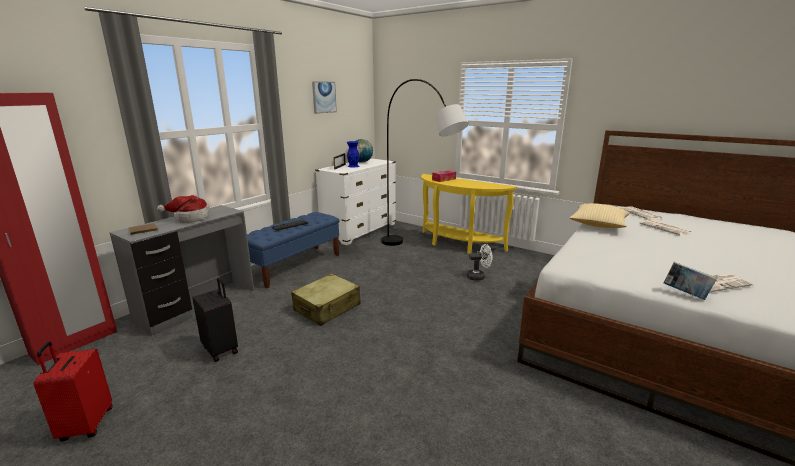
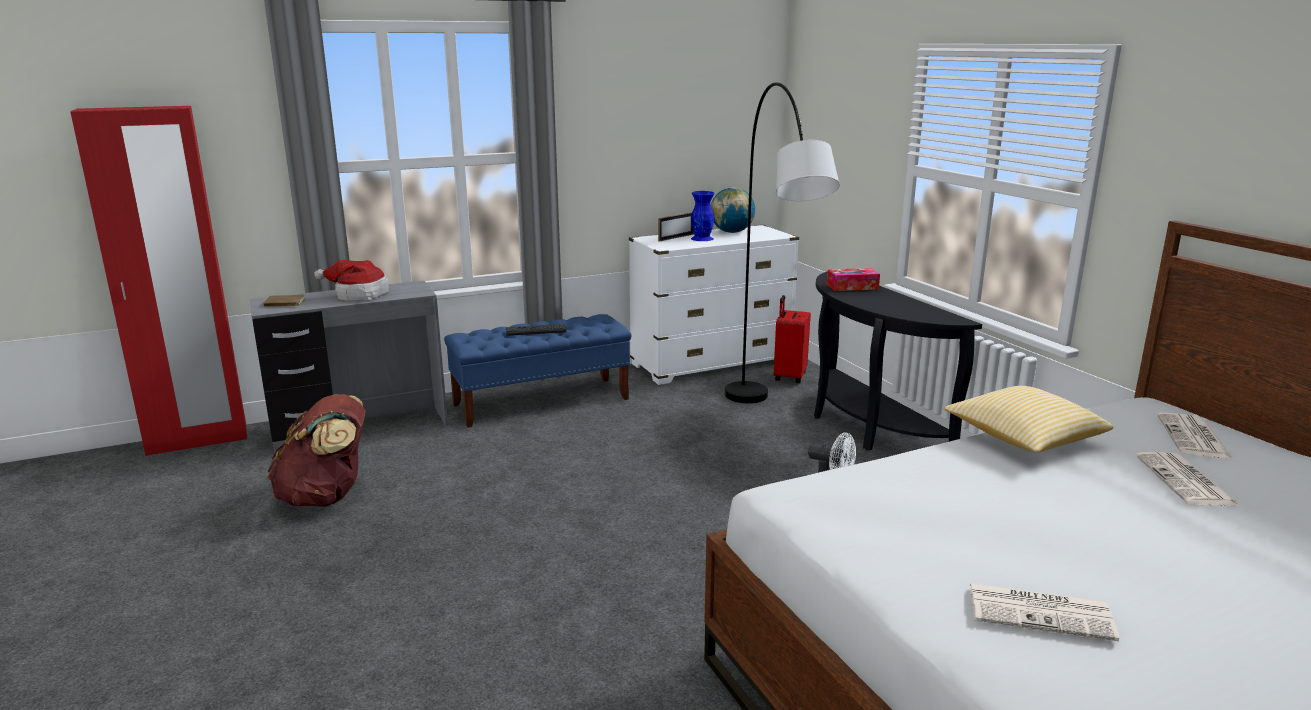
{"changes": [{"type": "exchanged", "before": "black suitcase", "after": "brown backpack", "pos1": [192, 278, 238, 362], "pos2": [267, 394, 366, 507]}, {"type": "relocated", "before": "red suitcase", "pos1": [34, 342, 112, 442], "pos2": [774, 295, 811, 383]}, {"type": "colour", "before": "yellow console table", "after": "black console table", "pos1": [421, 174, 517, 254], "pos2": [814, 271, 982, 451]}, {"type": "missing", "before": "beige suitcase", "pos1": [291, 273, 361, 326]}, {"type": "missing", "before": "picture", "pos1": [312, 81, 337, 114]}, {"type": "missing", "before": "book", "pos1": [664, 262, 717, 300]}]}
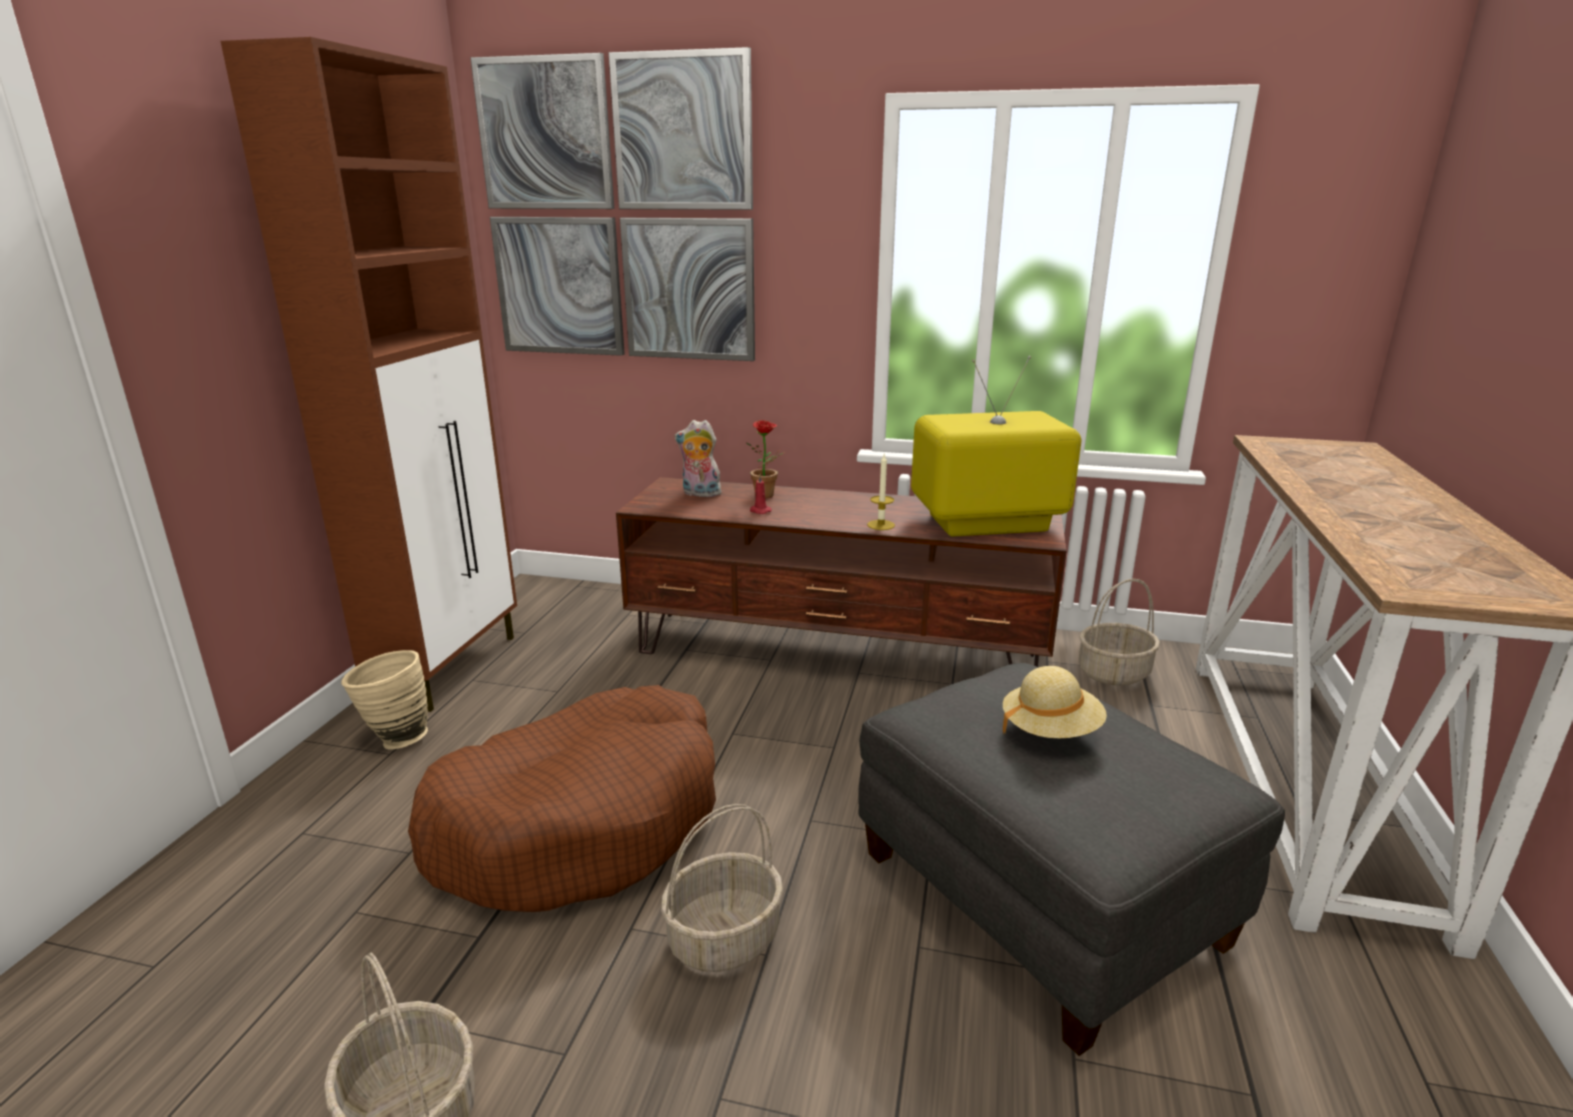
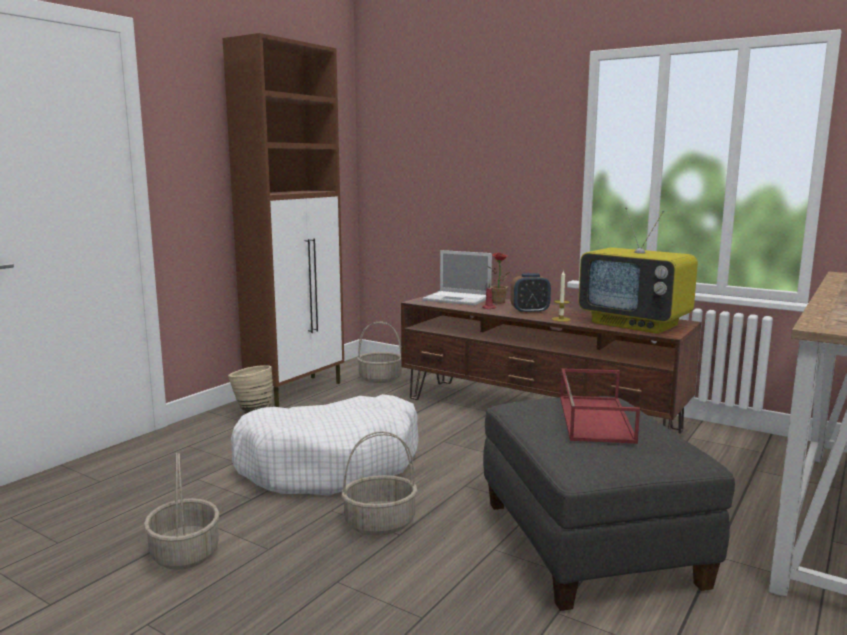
{"changes": [{"type": "colour", "before": "brown dog bed", "after": "white dog bed", "pos1": [408, 685, 716, 912], "pos2": [231, 394, 419, 495]}, {"type": "relocated", "before": "basket", "pos1": [1079, 579, 1160, 685], "pos2": [357, 322, 402, 383]}, {"type": "exchanged", "before": "plush toy", "after": "laptop", "pos1": [674, 420, 724, 497], "pos2": [422, 250, 492, 305]}, {"type": "appeared", "after": "alarm clock", "pos2": [510, 273, 551, 314]}, {"type": "exchanged", "before": "beige hat", "after": "red tray", "pos1": [1003, 666, 1107, 738], "pos2": [560, 368, 640, 444]}, {"type": "spun", "before": "television", "pos1": [911, 356, 1081, 537], "pos2": [578, 207, 698, 334], "turn": -150}, {"type": "missing", "before": "picture", "pos1": [470, 47, 755, 361]}]}
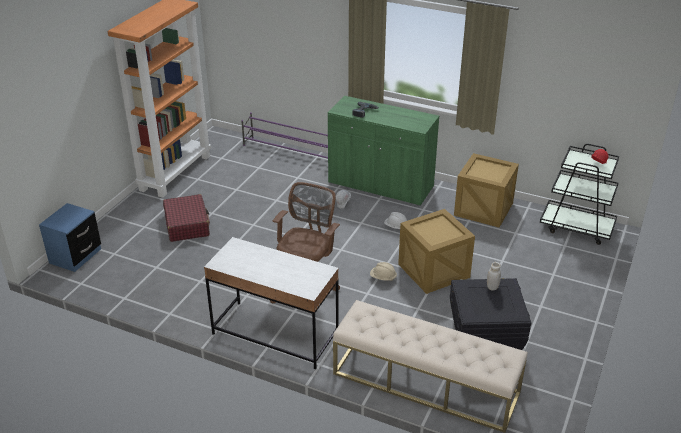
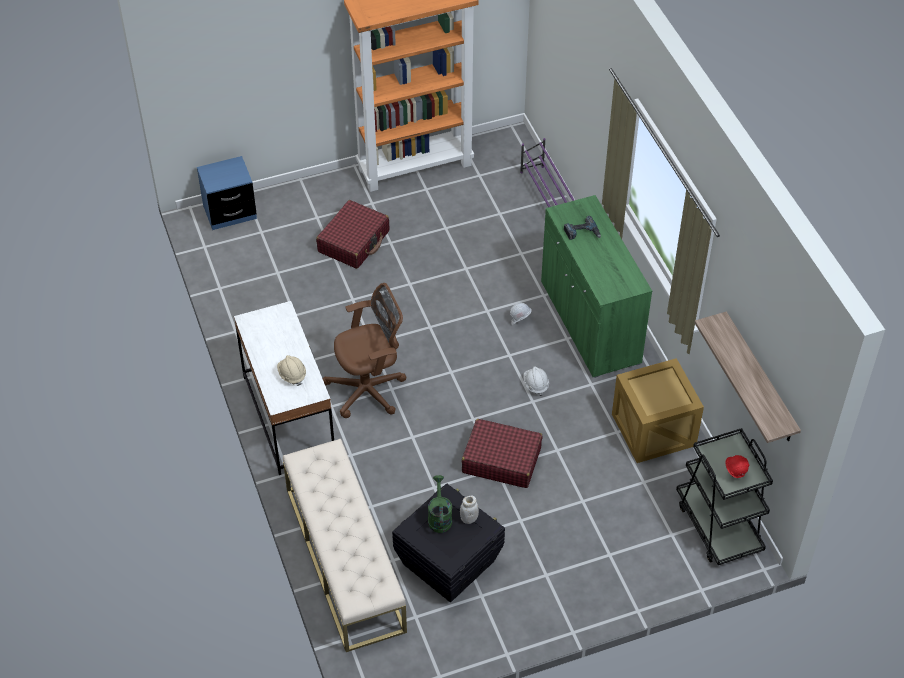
{"changes": [{"type": "relocated", "before": "beige hard hat", "pos1": [370, 262, 397, 281], "pos2": [277, 355, 306, 386]}, {"type": "appeared", "after": "green watering can", "pos2": [428, 475, 452, 533]}, {"type": "exchanged", "before": "crate", "after": "red suitcase", "pos1": [398, 209, 475, 294], "pos2": [462, 419, 543, 488]}, {"type": "appeared", "after": "shelf", "pos2": [695, 311, 801, 443]}]}
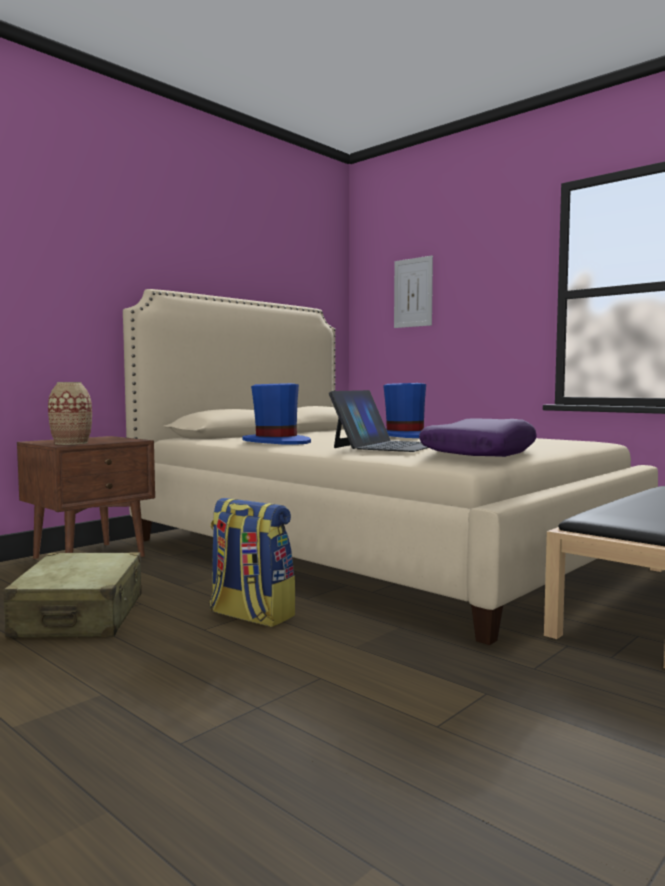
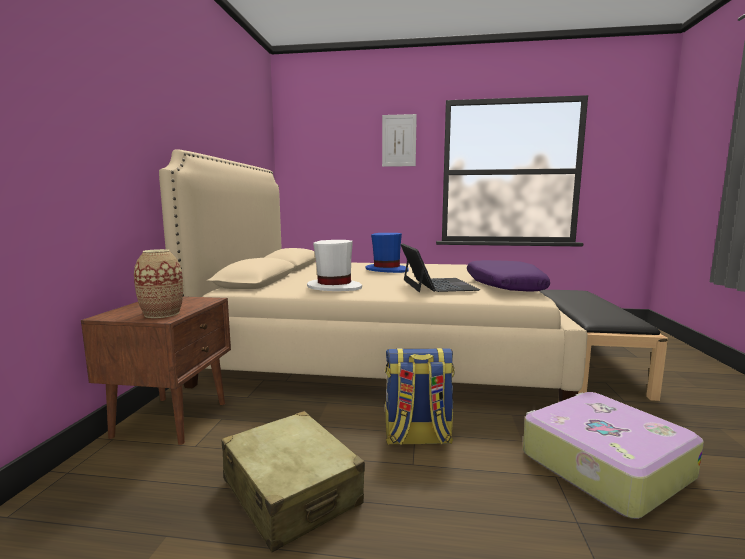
{"changes": [{"type": "colour", "before": "blue hat", "after": "white hat", "pos1": [243, 383, 311, 445], "pos2": [307, 240, 362, 291]}, {"type": "relocated", "before": "picture", "pos1": [394, 255, 433, 328], "pos2": [382, 114, 417, 167]}, {"type": "appeared", "after": "suitcase", "pos2": [523, 392, 704, 519]}]}
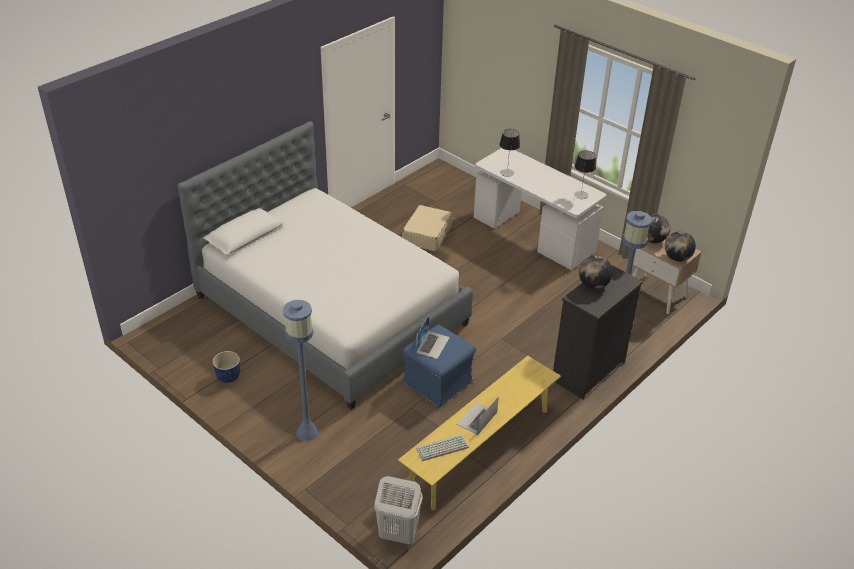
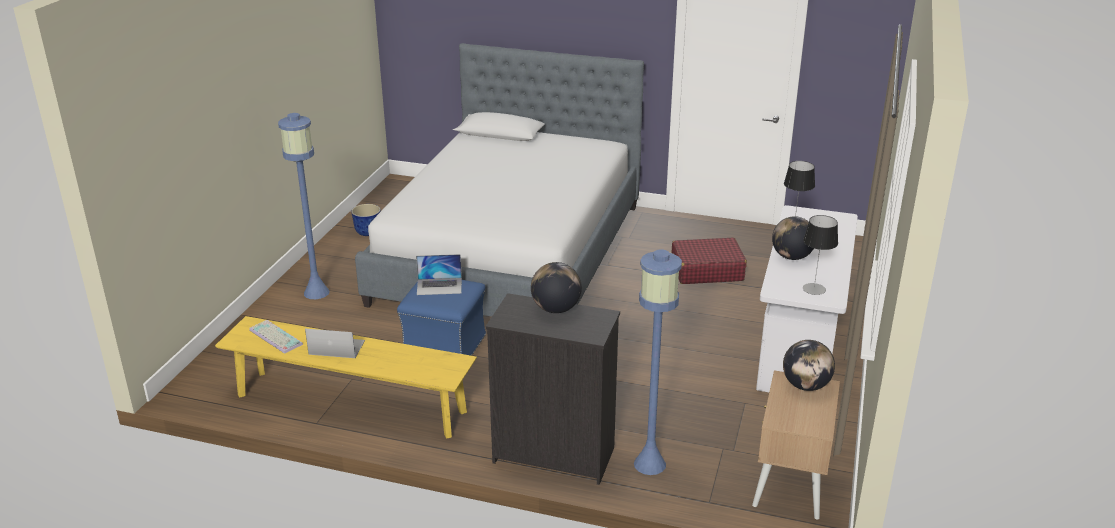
{"changes": [{"type": "colour", "before": "beige suitcase", "after": "red suitcase", "pos1": [402, 205, 453, 251], "pos2": [671, 237, 747, 284]}, {"type": "relocated", "before": "globe", "pos1": [665, 231, 696, 261], "pos2": [772, 216, 814, 260]}, {"type": "missing", "before": "white laundry basket", "pos1": [374, 476, 423, 545]}]}
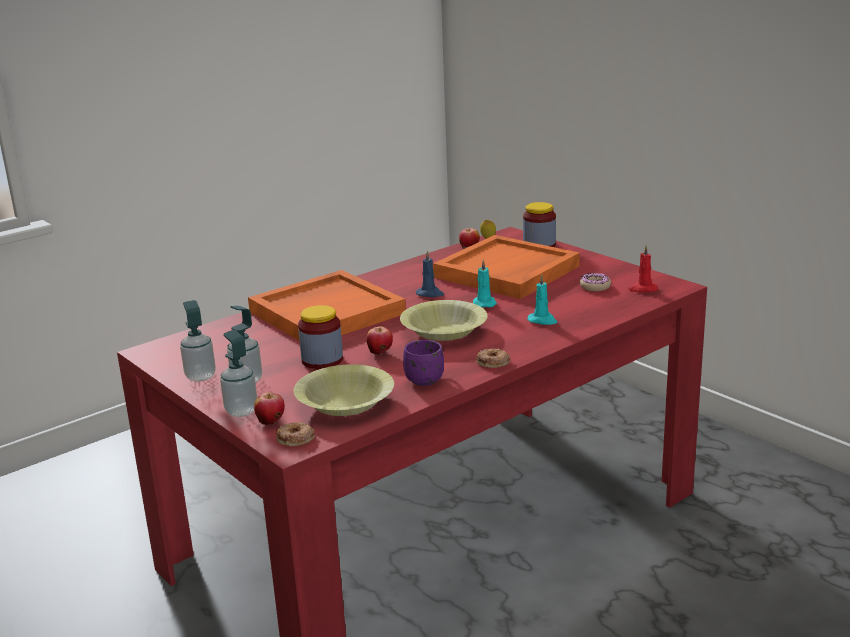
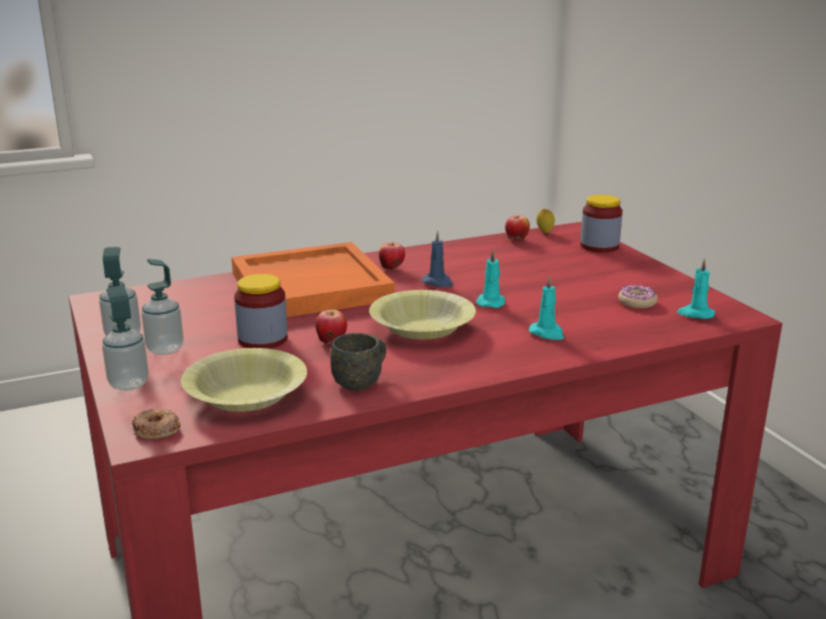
{"changes": [{"type": "colour", "before": "purple mug", "after": "grey mug", "pos1": [403, 340, 444, 386], "pos2": [330, 333, 386, 391]}, {"type": "relocated", "before": "apple", "pos1": [254, 392, 285, 425], "pos2": [379, 242, 405, 270]}, {"type": "colour", "before": "red candle", "after": "turquoise candle", "pos1": [628, 246, 658, 292], "pos2": [677, 258, 715, 319]}, {"type": "missing", "before": "orange tray", "pos1": [433, 235, 580, 299]}, {"type": "missing", "before": "donut", "pos1": [476, 348, 510, 368]}]}
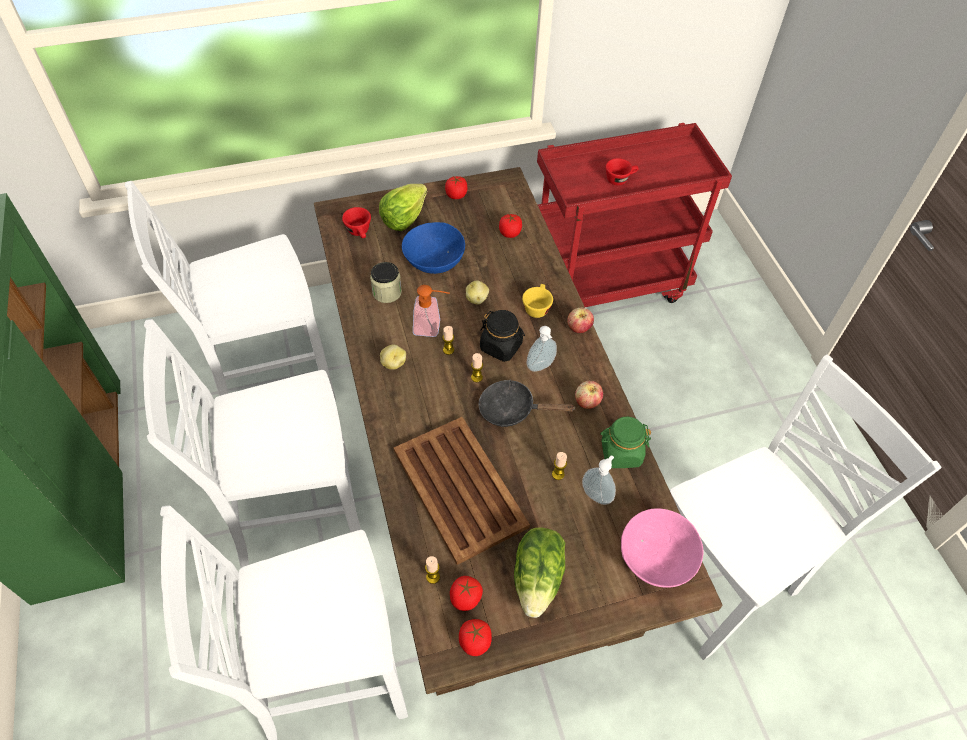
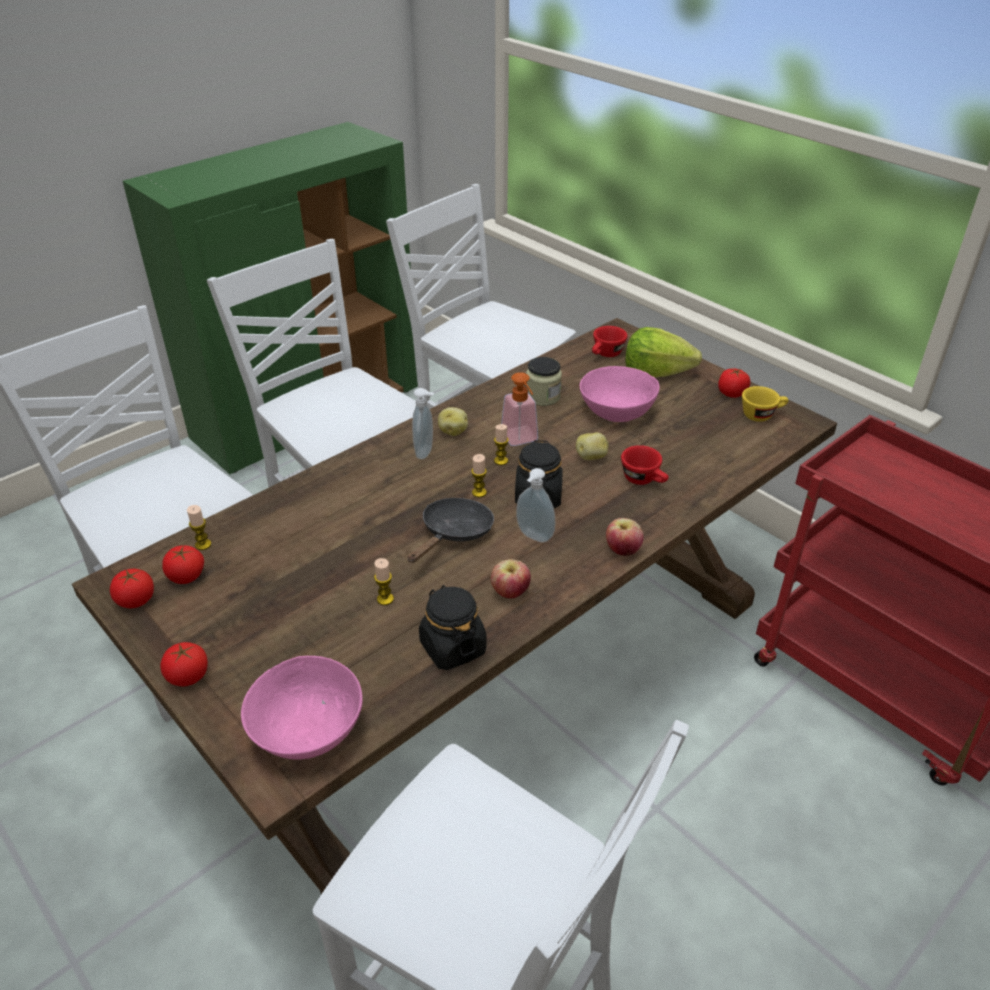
{"changes": [{"type": "relocated", "before": "tomato", "pos1": [499, 214, 522, 238], "pos2": [160, 642, 208, 686]}, {"type": "spun", "before": "black frying pan", "pos1": [478, 379, 574, 427], "pos2": [408, 498, 494, 563], "turn": 45}, {"type": "relocated", "before": "soap dispenser", "pos1": [582, 455, 616, 505], "pos2": [412, 388, 434, 459]}, {"type": "colour", "before": "green jar", "after": "black jar", "pos1": [600, 416, 651, 468], "pos2": [419, 585, 487, 670]}, {"type": "colour", "before": "blue bowl", "after": "pink bowl", "pos1": [402, 222, 465, 274], "pos2": [580, 366, 660, 422]}, {"type": "relocated", "before": "red cup", "pos1": [606, 158, 639, 185], "pos2": [621, 445, 669, 485]}, {"type": "relocated", "before": "yellow cup", "pos1": [522, 284, 553, 318], "pos2": [742, 386, 789, 422]}, {"type": "missing", "before": "brown tray", "pos1": [393, 417, 530, 565]}, {"type": "missing", "before": "lettuce", "pos1": [514, 528, 565, 618]}]}
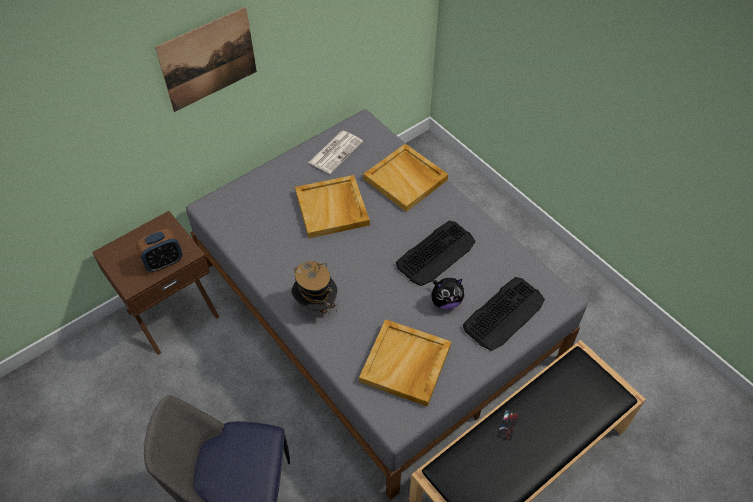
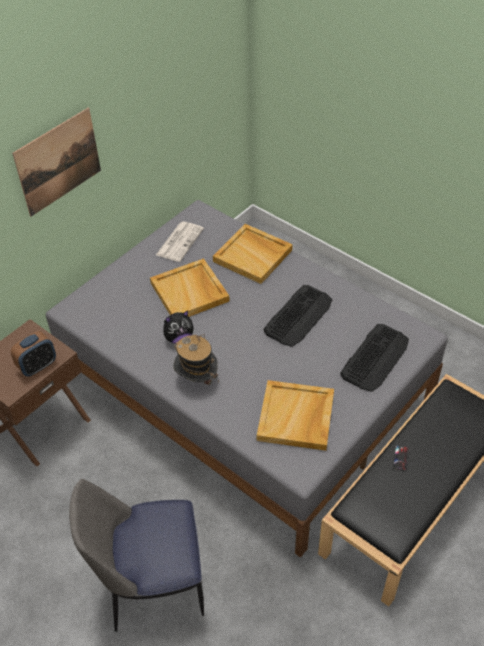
{"changes": [{"type": "relocated", "before": "plush toy", "pos1": [432, 278, 464, 310], "pos2": [163, 310, 194, 344]}]}
